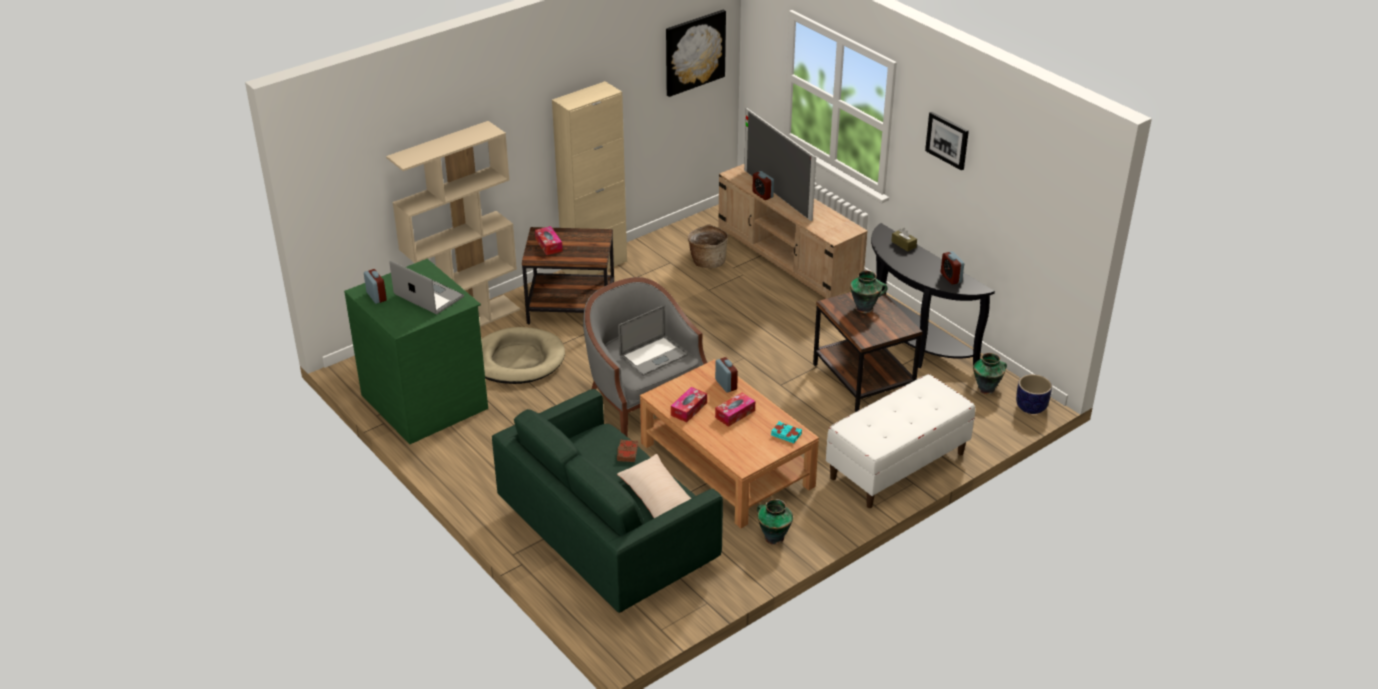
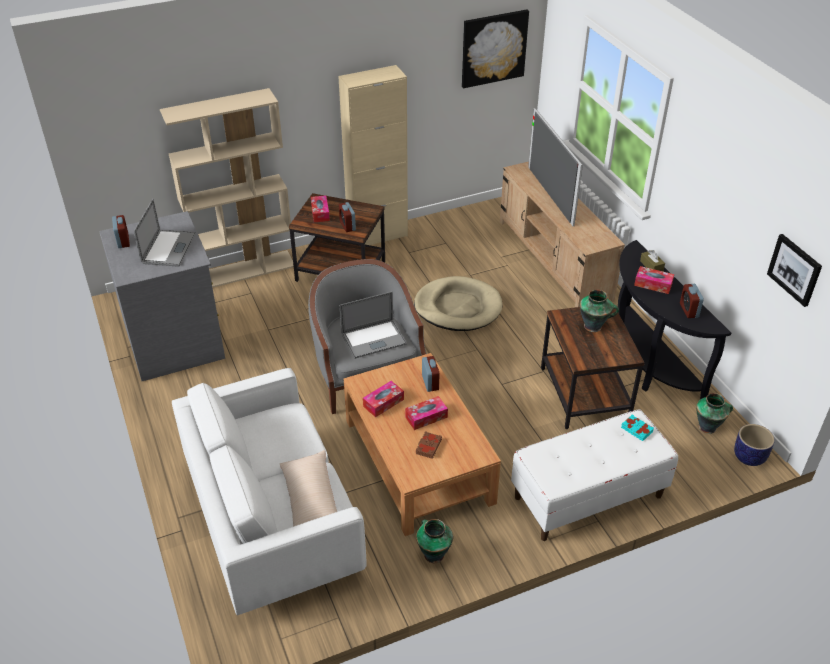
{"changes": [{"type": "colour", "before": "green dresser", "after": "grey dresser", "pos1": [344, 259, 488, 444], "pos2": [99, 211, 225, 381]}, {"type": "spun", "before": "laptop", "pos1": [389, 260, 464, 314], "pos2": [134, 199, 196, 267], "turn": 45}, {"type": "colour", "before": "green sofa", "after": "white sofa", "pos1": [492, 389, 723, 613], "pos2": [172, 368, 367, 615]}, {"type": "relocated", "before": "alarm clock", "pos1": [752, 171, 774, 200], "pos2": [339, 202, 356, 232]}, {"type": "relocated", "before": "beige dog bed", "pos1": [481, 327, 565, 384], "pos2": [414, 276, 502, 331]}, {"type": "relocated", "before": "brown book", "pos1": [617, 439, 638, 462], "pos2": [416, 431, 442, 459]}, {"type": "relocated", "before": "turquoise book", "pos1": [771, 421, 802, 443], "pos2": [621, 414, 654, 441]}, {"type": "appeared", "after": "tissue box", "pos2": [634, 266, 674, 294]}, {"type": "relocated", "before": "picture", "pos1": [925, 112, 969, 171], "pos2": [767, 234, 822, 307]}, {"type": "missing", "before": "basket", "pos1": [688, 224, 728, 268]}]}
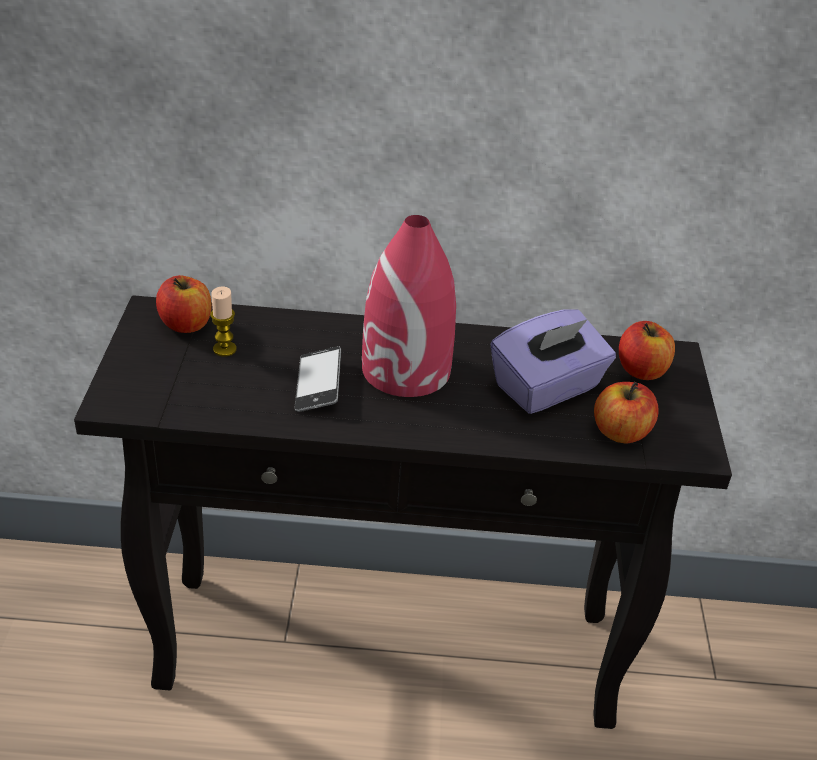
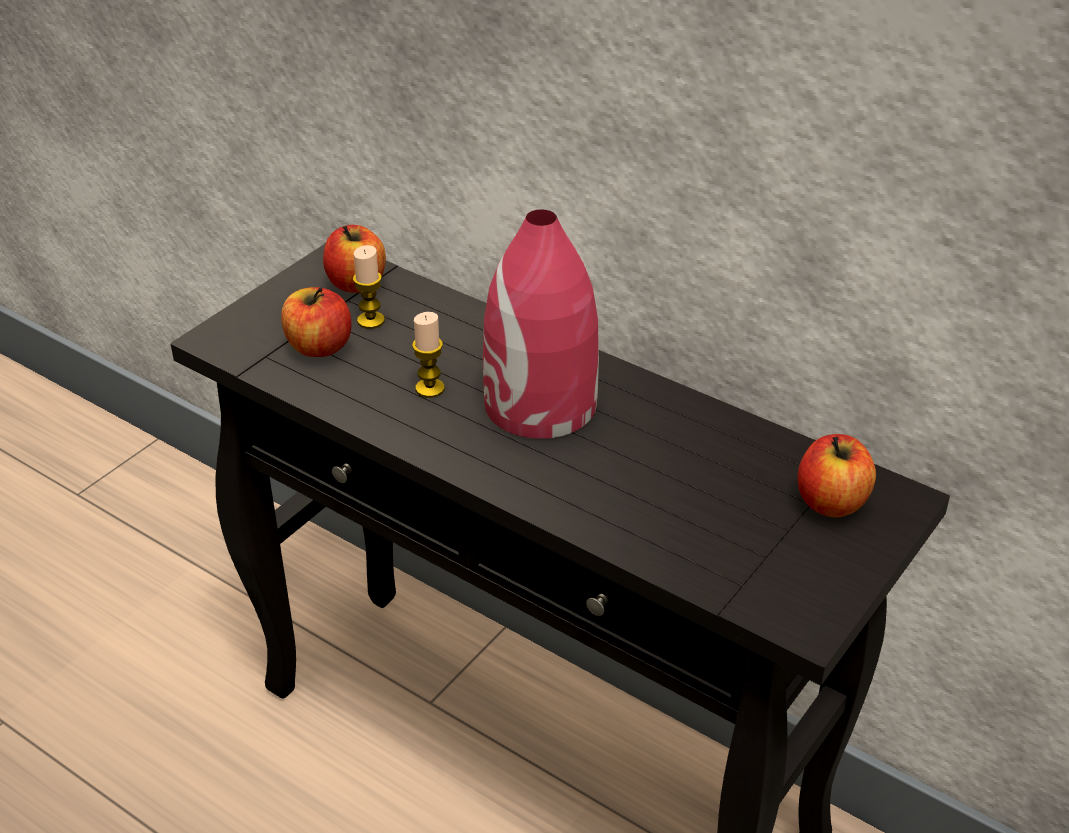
{"changes": [{"type": "relocated", "before": "apple", "pos1": [594, 382, 658, 444], "pos2": [281, 287, 352, 357]}, {"type": "exchanged", "before": "phone", "after": "candle", "pos1": [294, 346, 341, 412], "pos2": [412, 312, 445, 398]}, {"type": "missing", "before": "purple tissue box", "pos1": [490, 309, 616, 414]}]}
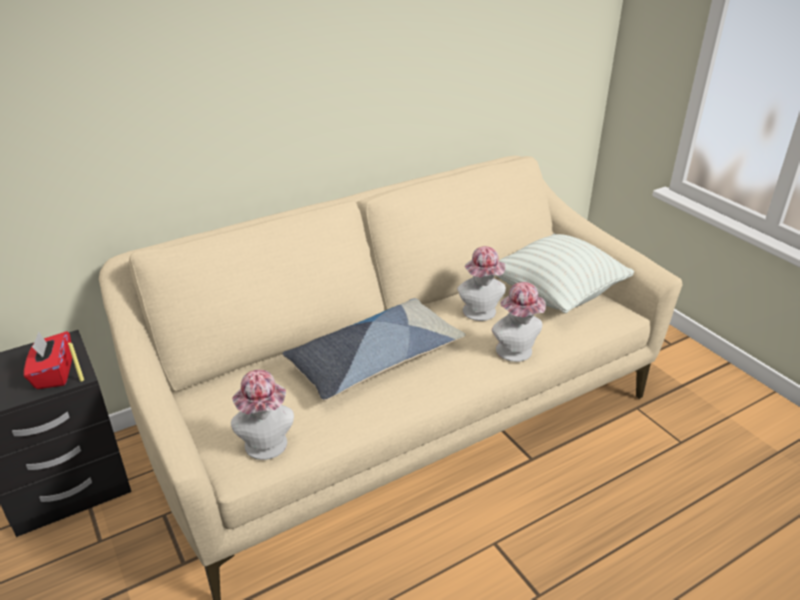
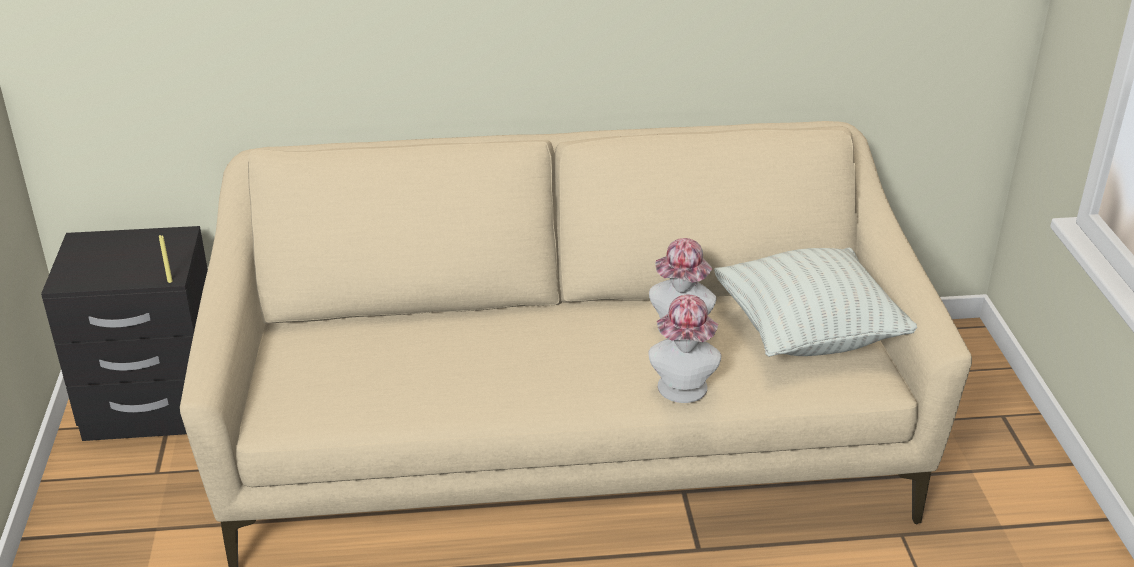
{"changes": [{"type": "missing", "before": "red tissue box", "pos1": [24, 331, 72, 389]}, {"type": "missing", "before": "hat", "pos1": [231, 369, 294, 460]}, {"type": "missing", "before": "pillow", "pos1": [282, 298, 466, 401]}]}
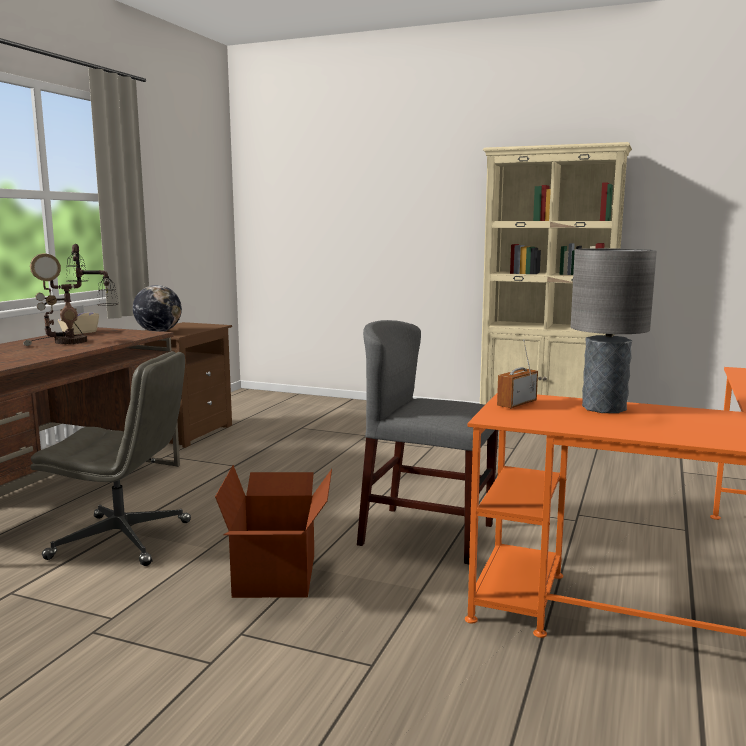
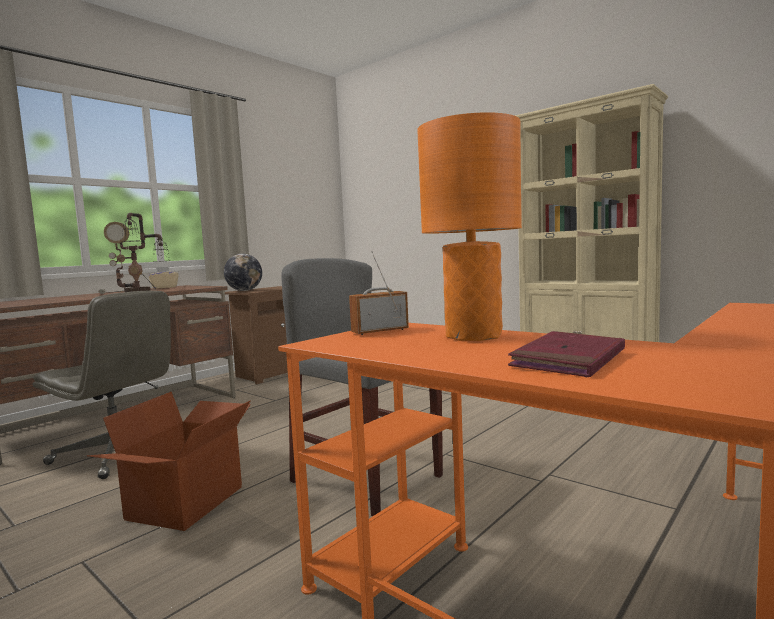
{"changes": [{"type": "colour", "before": "grey table lamp", "after": "orange table lamp", "pos1": [571, 248, 657, 413], "pos2": [417, 112, 522, 341]}, {"type": "appeared", "after": "red book", "pos2": [508, 331, 625, 377]}]}
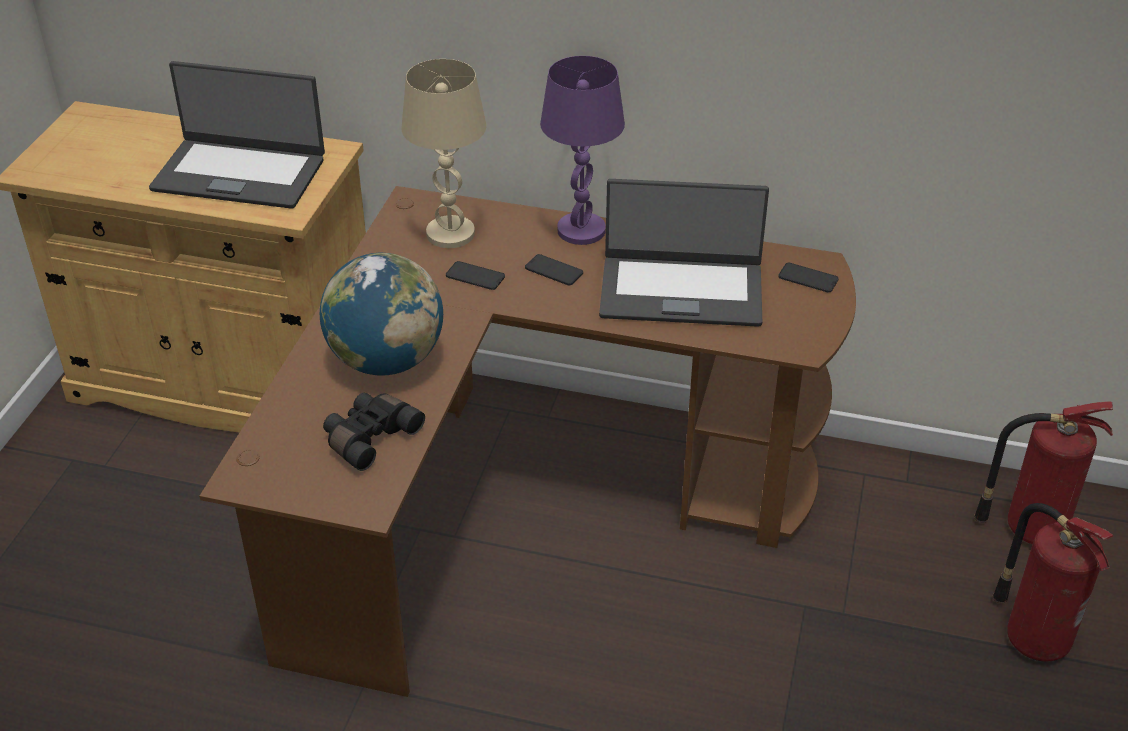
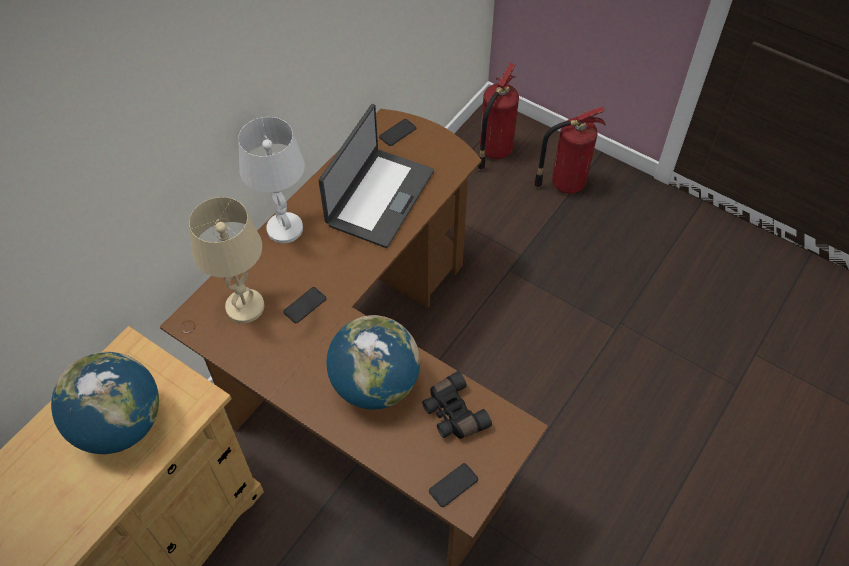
{"changes": [{"type": "exchanged", "before": "laptop", "after": "globe", "pos1": [149, 61, 325, 209], "pos2": [51, 352, 159, 454]}, {"type": "colour", "before": "purple table lamp", "after": "white table lamp", "pos1": [540, 56, 625, 245], "pos2": [238, 117, 305, 243]}, {"type": "relocated", "before": "phone", "pos1": [525, 254, 583, 285], "pos2": [429, 463, 478, 507]}]}
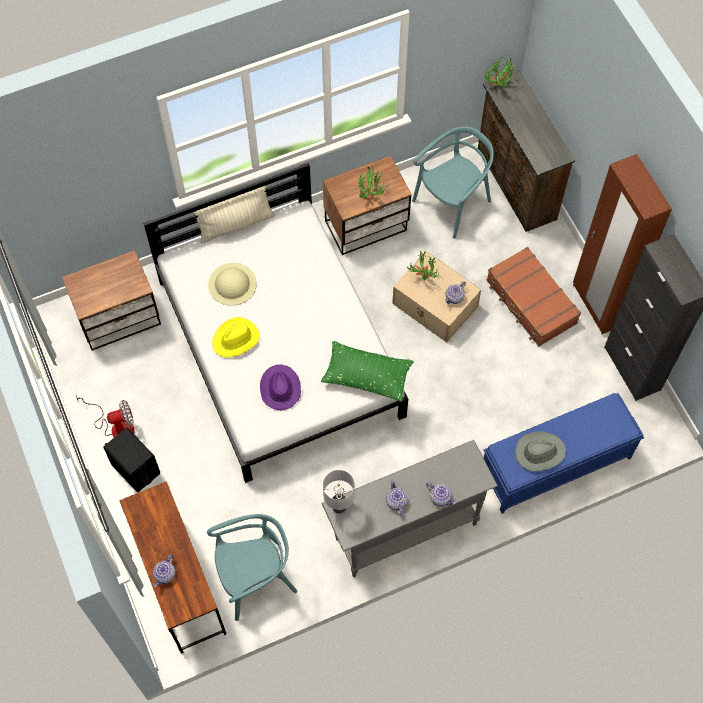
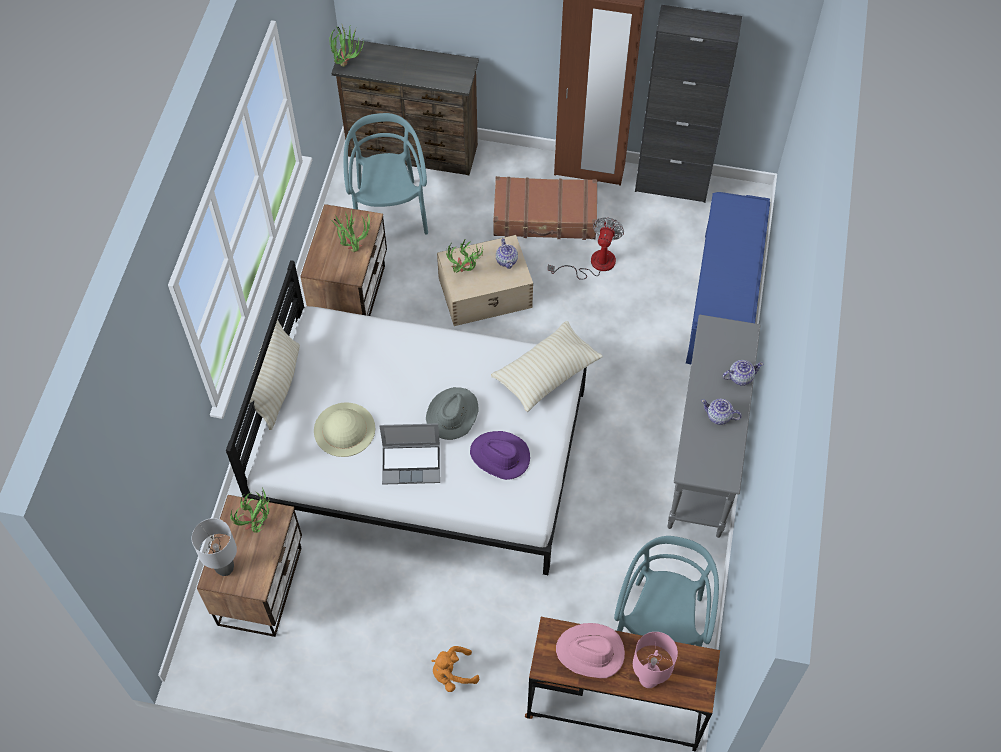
{"changes": [{"type": "relocated", "before": "grey table lamp", "pos1": [323, 470, 355, 513], "pos2": [191, 518, 237, 576]}, {"type": "appeared", "after": "potted plant", "pos2": [230, 487, 271, 533]}, {"type": "exchanged", "before": "yellow hat", "after": "laptop", "pos1": [212, 317, 259, 357], "pos2": [379, 423, 440, 485]}, {"type": "relocated", "before": "grey hat", "pos1": [515, 431, 566, 472], "pos2": [426, 387, 479, 440]}, {"type": "exchanged", "before": "black speaker", "after": "orange plush toy", "pos1": [103, 428, 160, 492], "pos2": [431, 646, 479, 692]}, {"type": "colour", "before": "green pillow", "after": "beige pillow", "pos1": [321, 341, 414, 402], "pos2": [491, 321, 603, 412]}, {"type": "relocated", "before": "fan", "pos1": [76, 396, 134, 437], "pos2": [548, 217, 624, 280]}, {"type": "appeared", "after": "pink hat", "pos2": [556, 623, 625, 678]}, {"type": "exchanged", "before": "teapot", "after": "pink table lamp", "pos1": [153, 555, 175, 587], "pos2": [633, 632, 678, 688]}]}
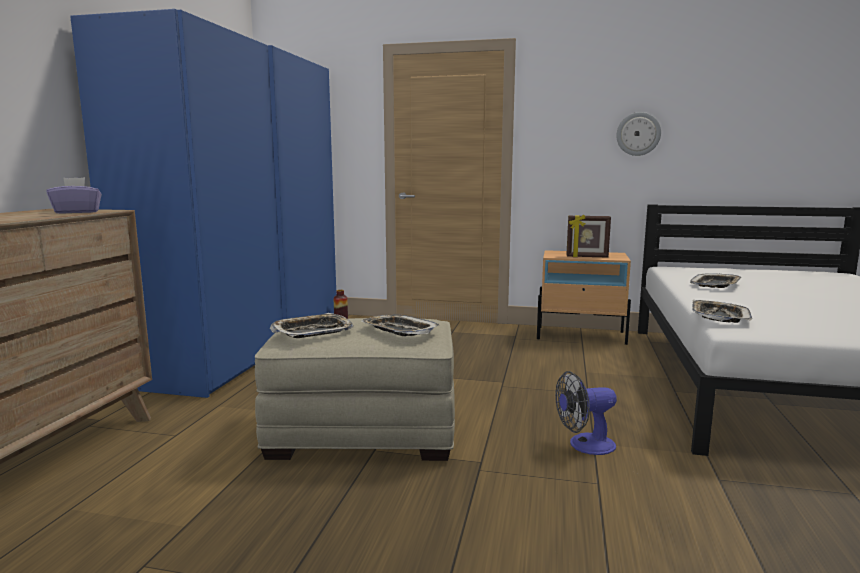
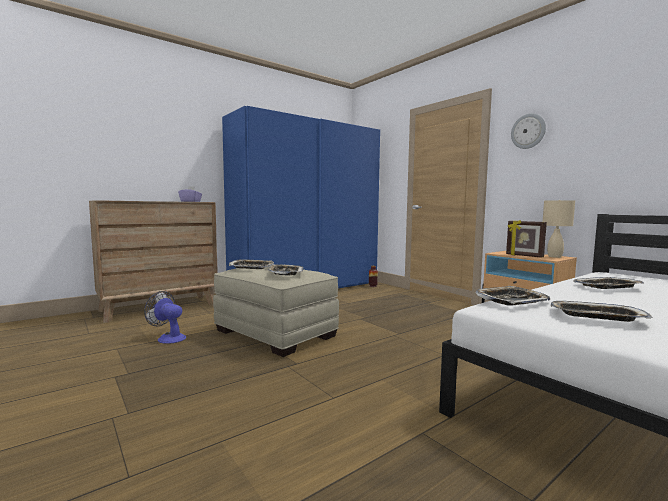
{"changes": [{"type": "relocated", "before": "fan", "pos1": [555, 371, 617, 455], "pos2": [144, 291, 186, 344]}, {"type": "relocated", "before": "wall clock", "pos1": [616, 112, 661, 156], "pos2": [511, 113, 546, 149]}, {"type": "appeared", "after": "beige table lamp", "pos2": [543, 200, 575, 258]}, {"type": "appeared", "after": "tray", "pos2": [551, 301, 653, 322]}]}
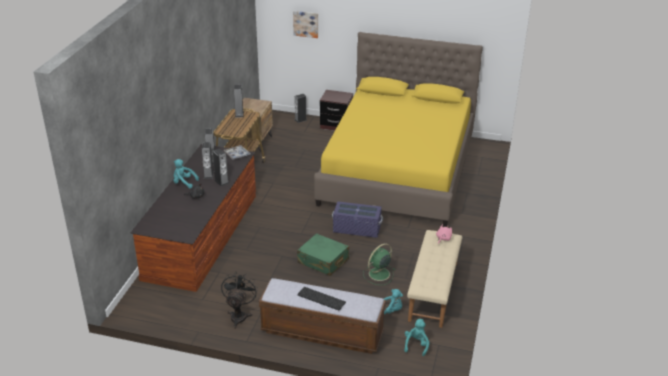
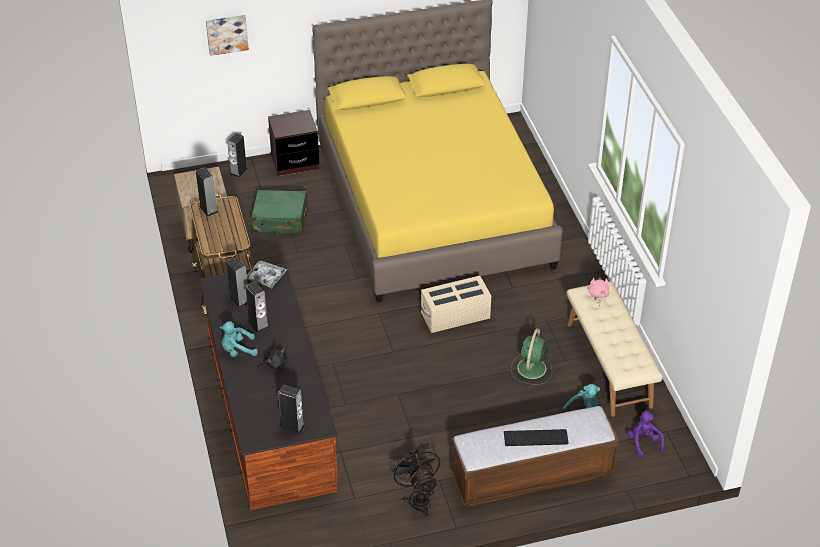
{"changes": [{"type": "relocated", "before": "green suitcase", "pos1": [297, 233, 349, 276], "pos2": [252, 190, 309, 233]}, {"type": "relocated", "before": "speaker", "pos1": [213, 149, 229, 187], "pos2": [278, 384, 305, 435]}, {"type": "colour", "before": "purple storage box", "after": "beige storage box", "pos1": [332, 202, 383, 238], "pos2": [421, 276, 491, 333]}, {"type": "colour", "before": "turquoise plush toy", "after": "purple plush toy", "pos1": [404, 319, 430, 356], "pos2": [627, 410, 665, 457]}]}
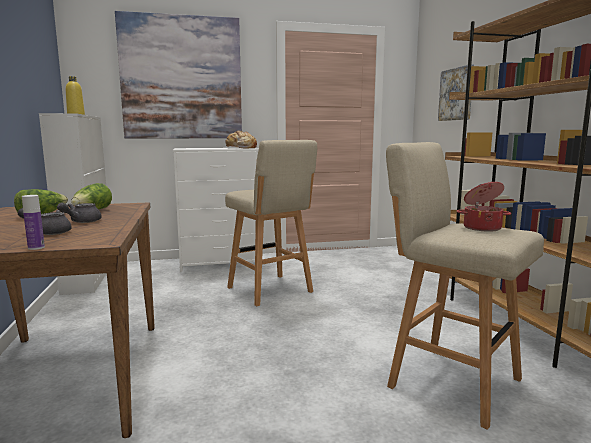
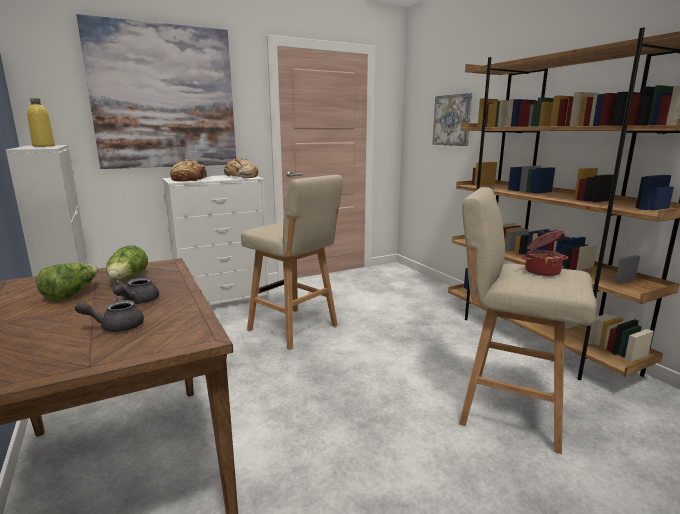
{"changes": [{"type": "appeared", "after": "bread", "pos2": [170, 159, 210, 182]}, {"type": "missing", "before": "bottle", "pos1": [22, 195, 45, 250]}]}
